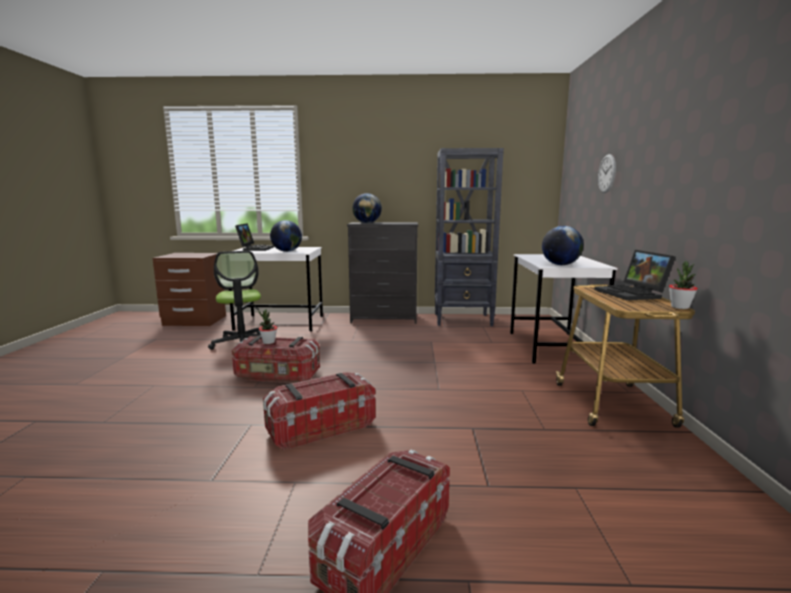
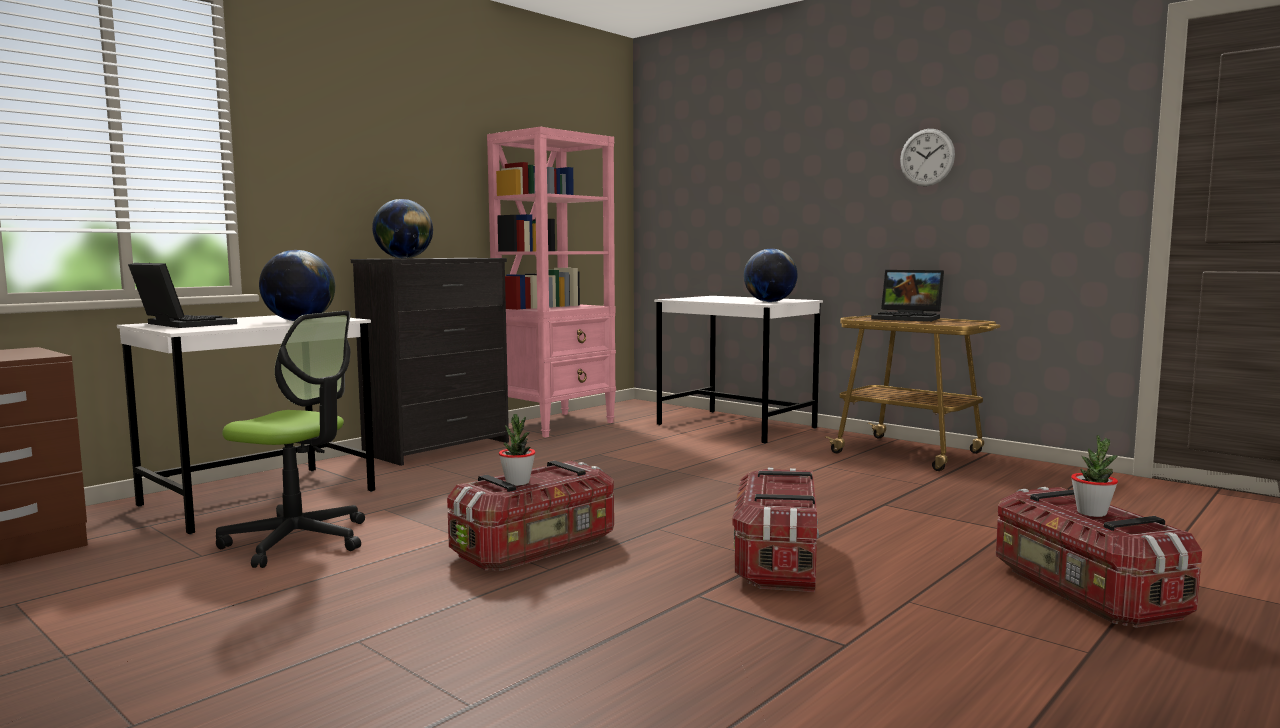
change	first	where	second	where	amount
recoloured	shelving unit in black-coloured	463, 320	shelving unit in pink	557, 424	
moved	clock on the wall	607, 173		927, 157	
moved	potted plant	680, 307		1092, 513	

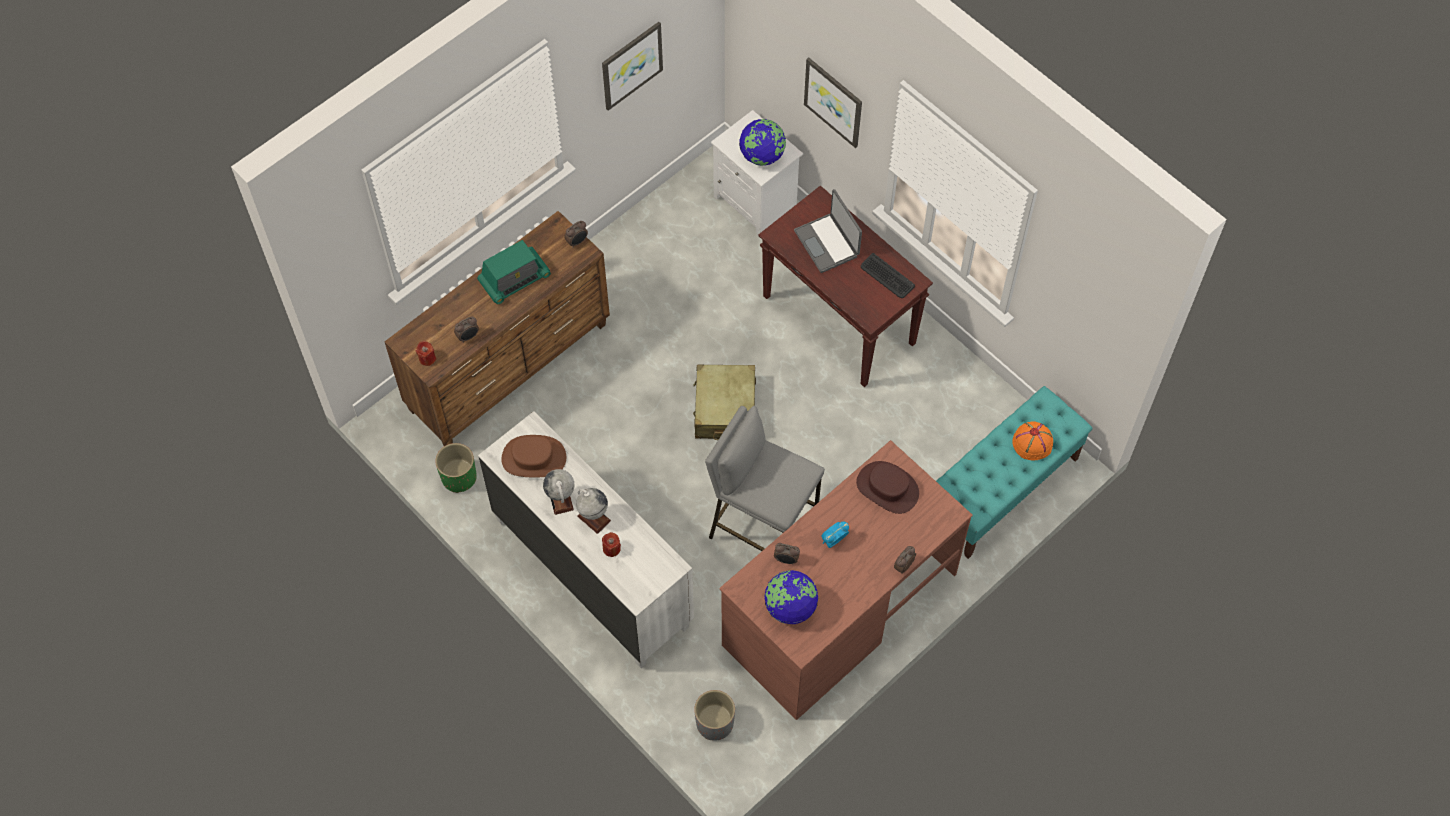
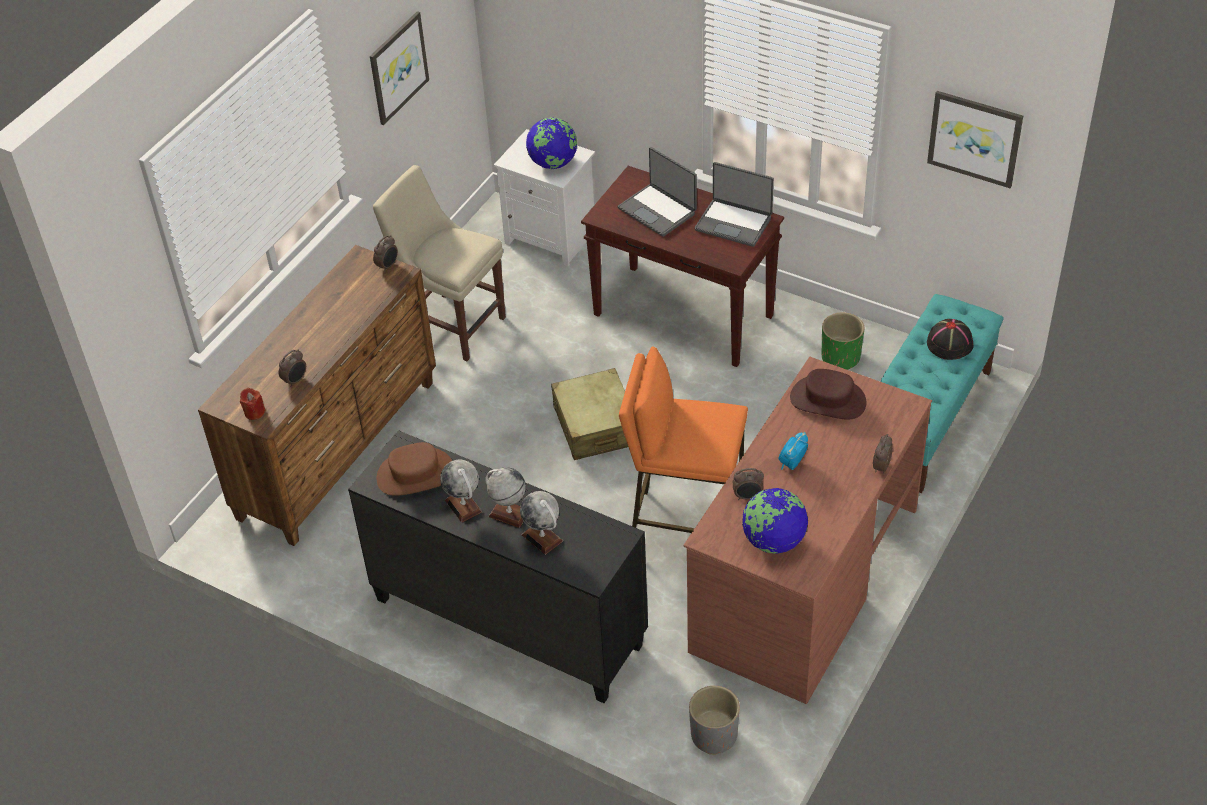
change	first	where	second	where	amount
moved	plant pot in greenish	459, 477		840, 357	
removed	radio set	514, 279			
recoloured	drawer chest in white-coloured	592, 571	drawer chest in black-coloured	508, 620	
replaced	candle in red-coloured	611, 549	globe	542, 538	
recoloured	stool in gray	762, 530	stool in orange	685, 527	
moved	wall picture	834, 101		975, 138	
replaced	keyboard	887, 276	notebook computer	734, 223	
recoloured	wearable hat in orange	1033, 442	wearable hat in black-coloured	950, 343	
added			chair in beige-coloured	451, 324	

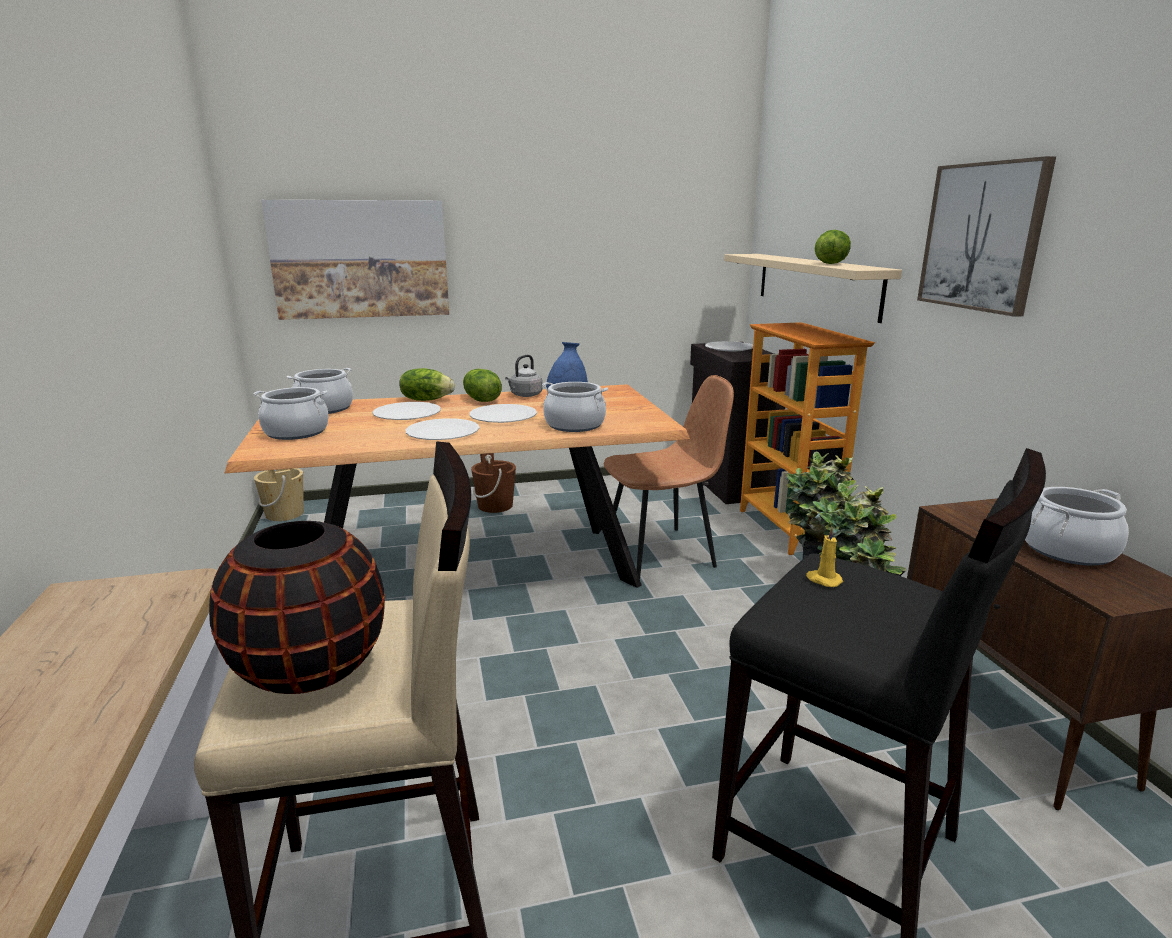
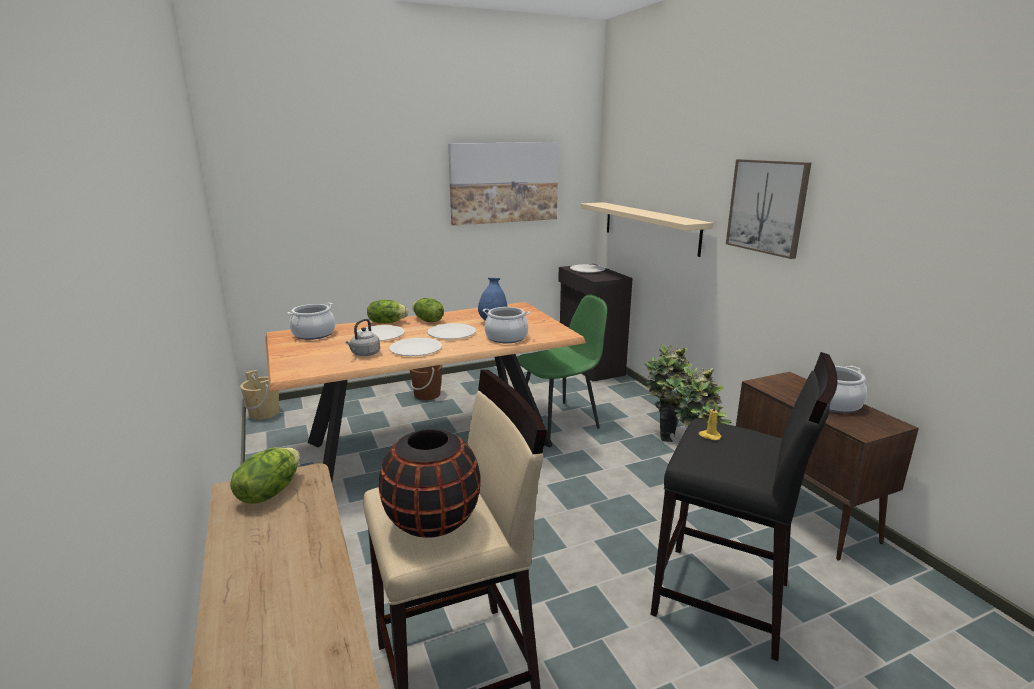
change	first	where	second	where	amount
removed	stockpot	296, 432			
moved	wall picture	360, 259		504, 183	
moved	tea kettle in gray	525, 395		364, 354	
recoloured	chair in brownish	661, 552	chair in greenish	559, 420	
removed	shelving unit	788, 529			
moved	head of lettuce	830, 263		269, 492	

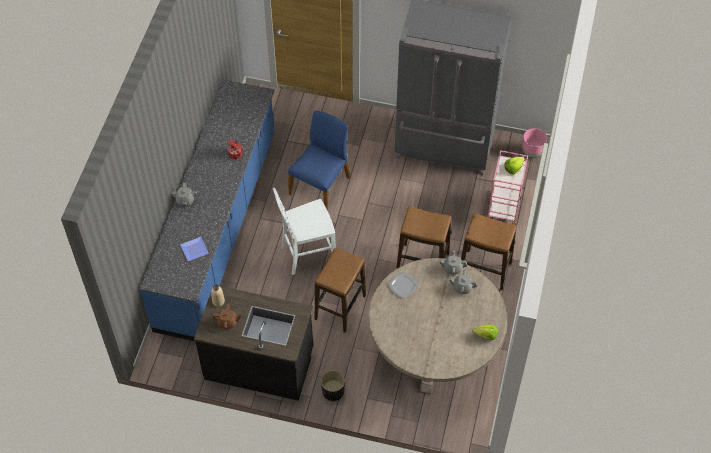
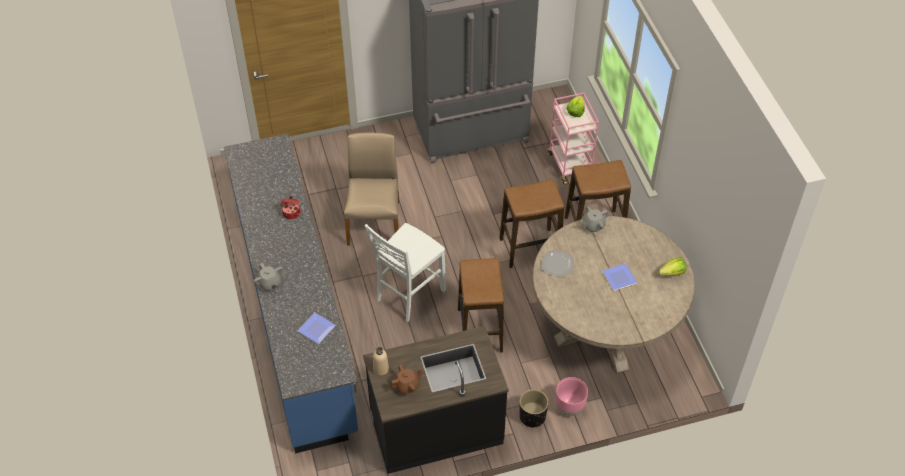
change	first	where	second	where	amount
recoloured	chair in blue	320, 185	chair in beige-coloured	374, 222	
removed	tea pot in gray	462, 288			
moved	plant pot in pink	532, 151		570, 407	
added			flat dish	620, 277	

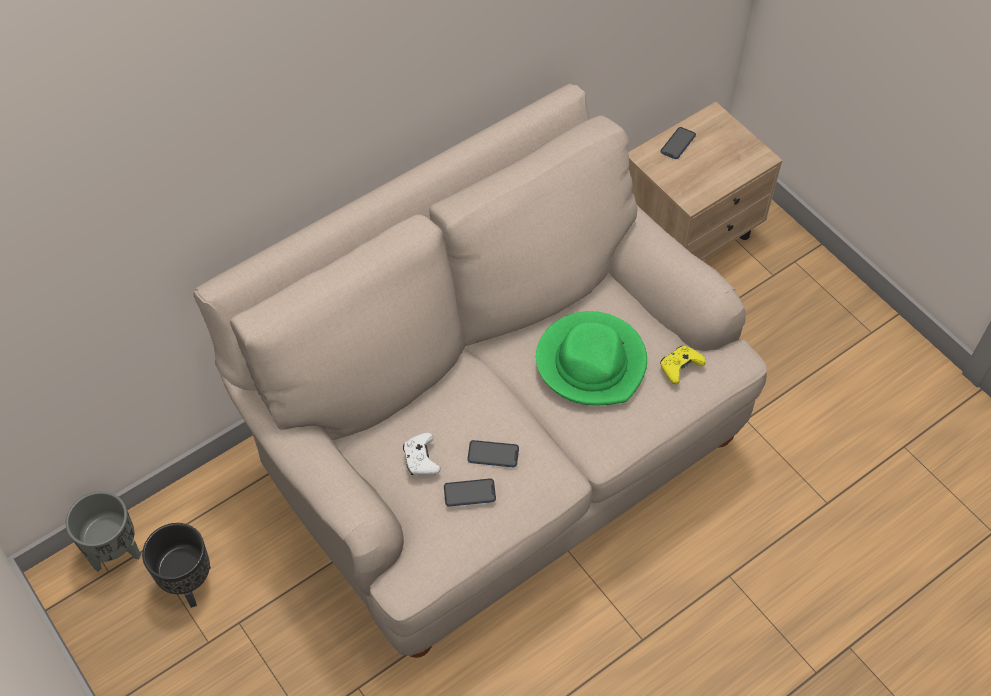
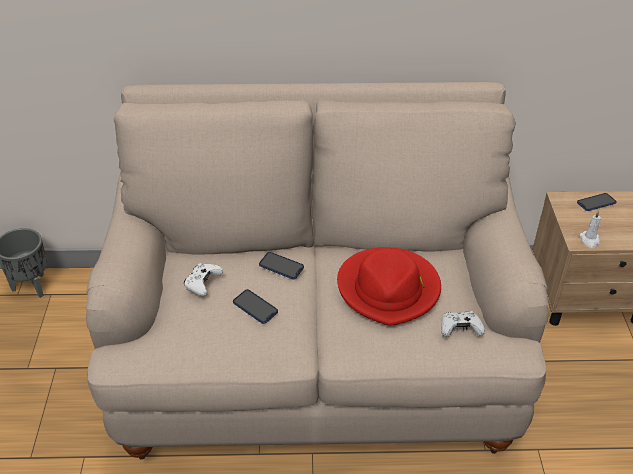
change	first	where	second	where	amount
removed	plant pot in black-coloured	188, 583			
moved	telephone	469, 493		281, 266	
recoloured	wearable hat in greenish	592, 362	wearable hat in red-coloured	389, 289	
recoloured	game controller in yellow	680, 368	game controller in white-coloured	460, 329	
added			candle in white-coloured	589, 240	

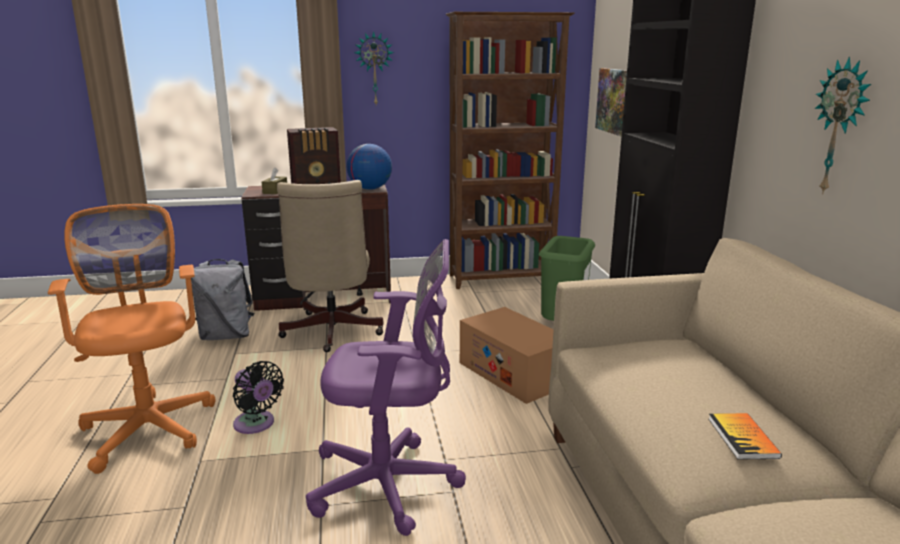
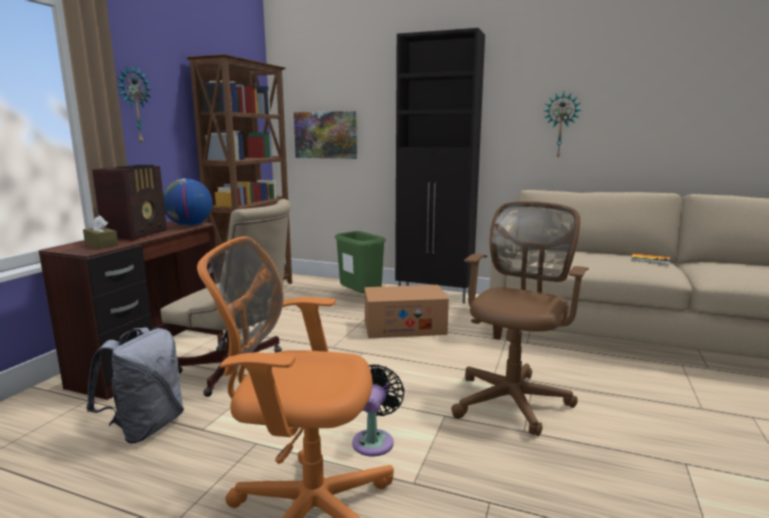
change	first	where	second	where	amount
turned	fan in black-coloured	256, 424		374, 440	60 degrees counterclockwise
recoloured	office chair in purplish	390, 485	office chair in brownish	513, 399	

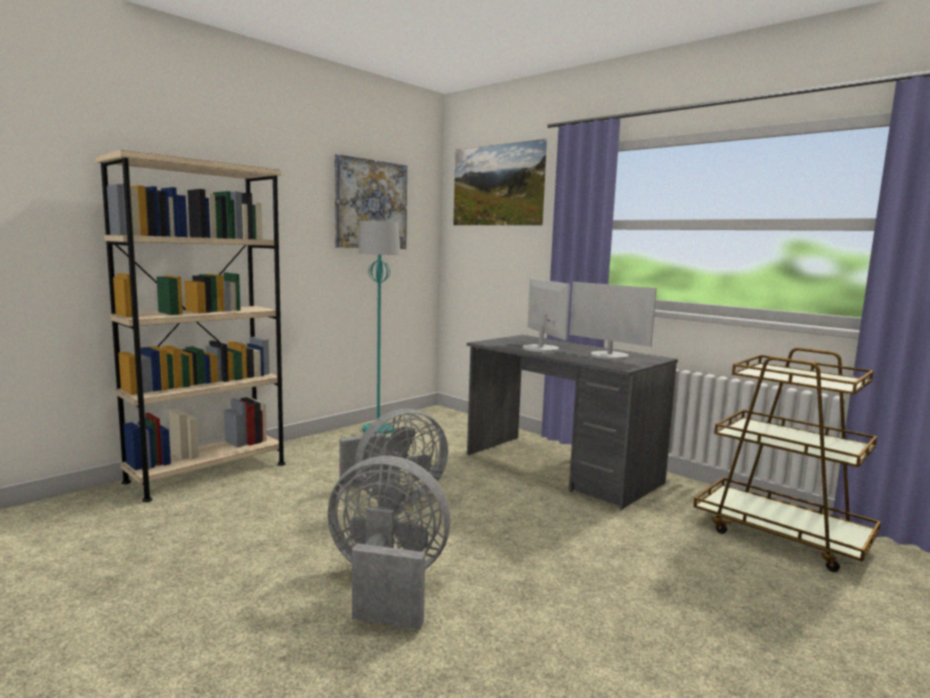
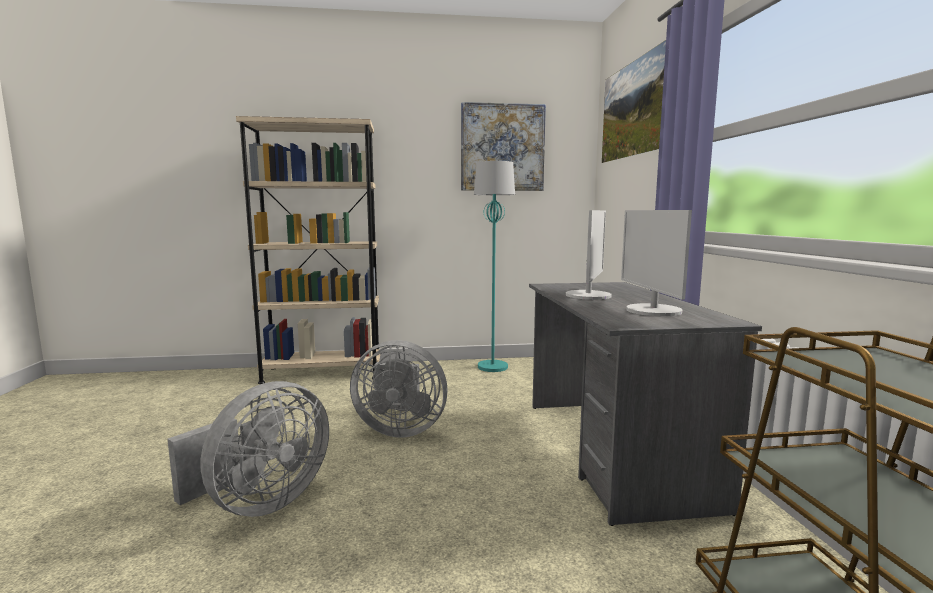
change	first	where	second	where	amount
turned	fan in gray	387, 585		260, 503	75 degrees clockwise

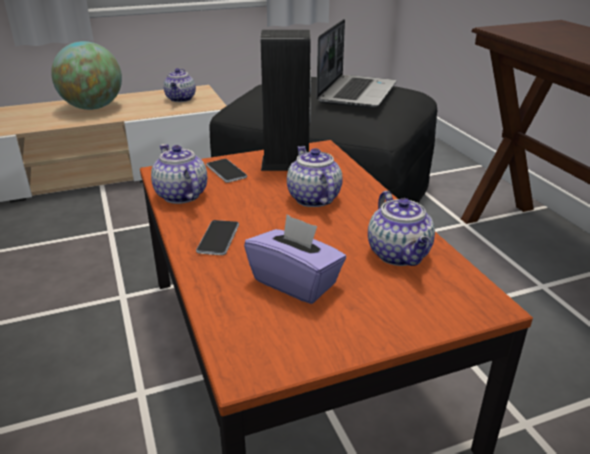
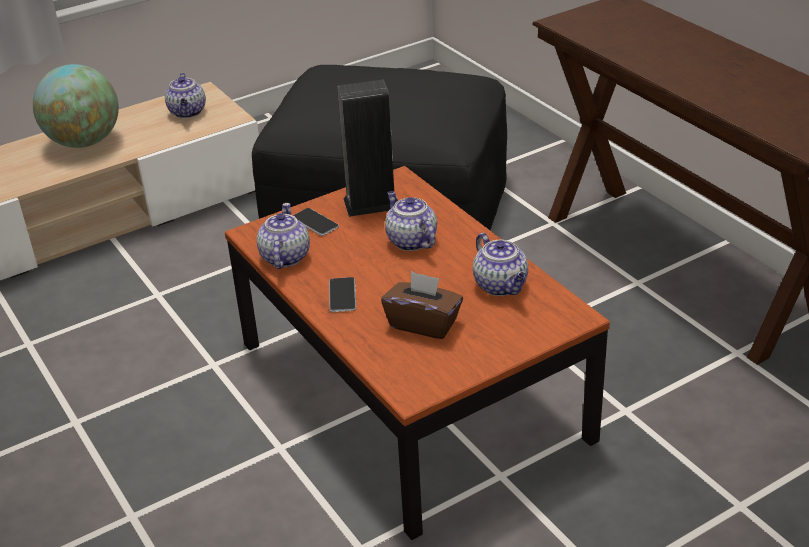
change	first	where	second	where	amount
turned	tea pot	180, 195		284, 257	45 degrees clockwise
recoloured	tissue box in purplish	295, 282	tissue box in brownish	423, 323	
removed	notebook computer	356, 93			

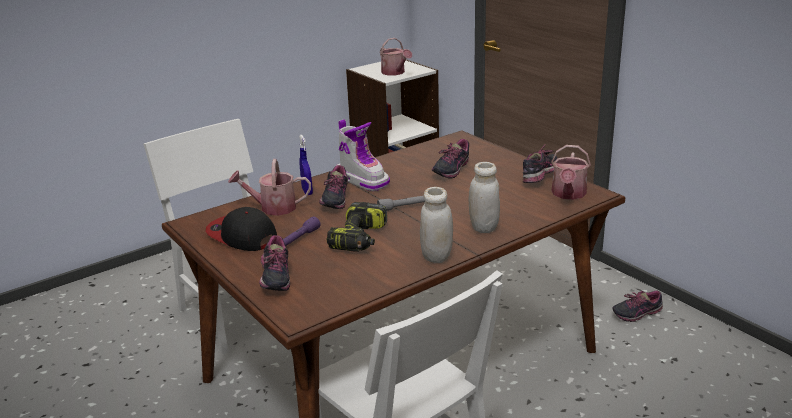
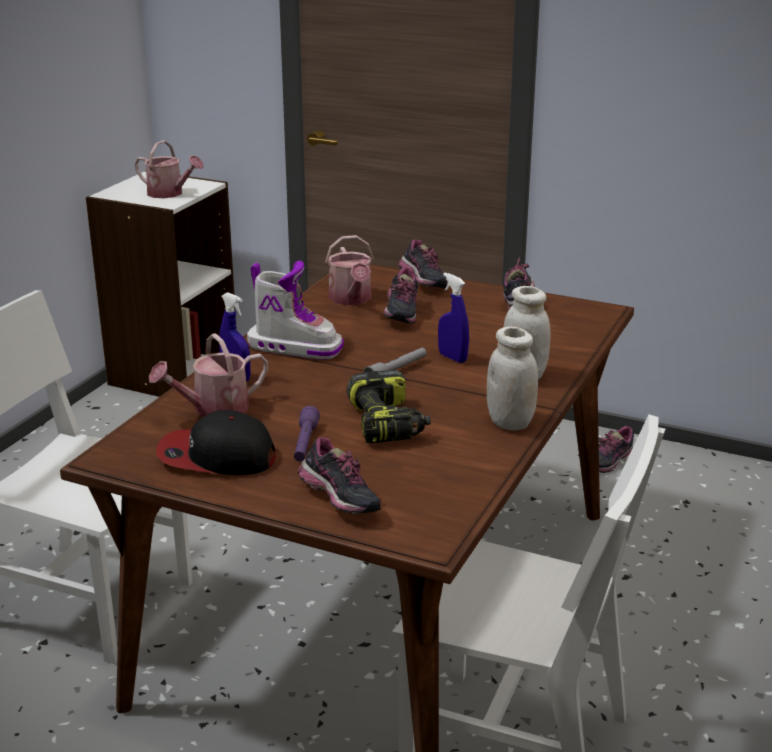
change	first	where	second	where	amount
moved	low shoe	334, 201		422, 283	
moved	watering pot	568, 194		351, 299	
added			spray bottle in blue	452, 358	

